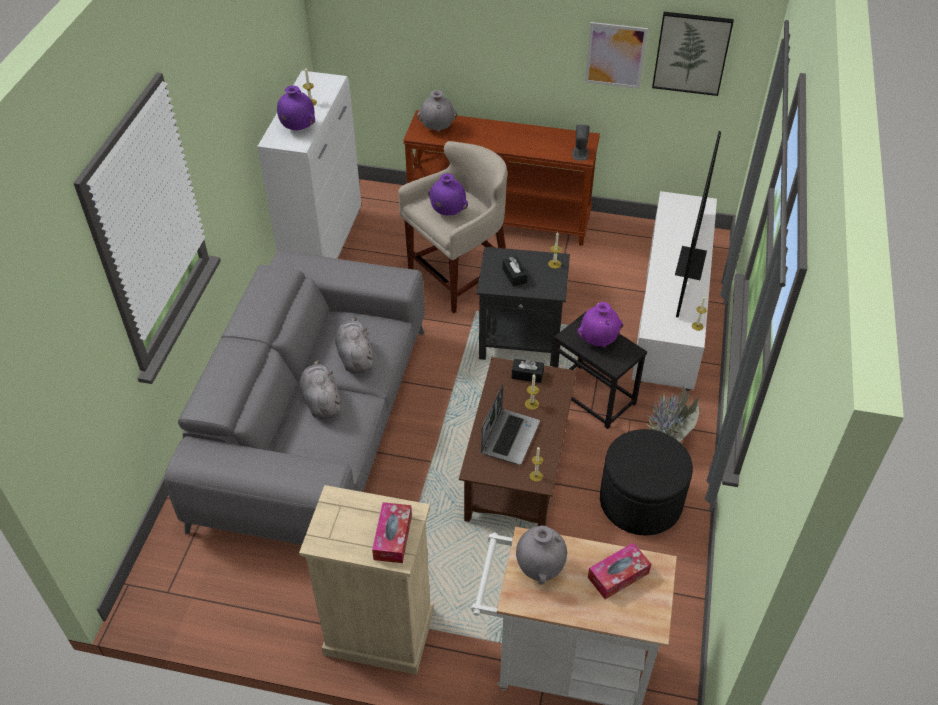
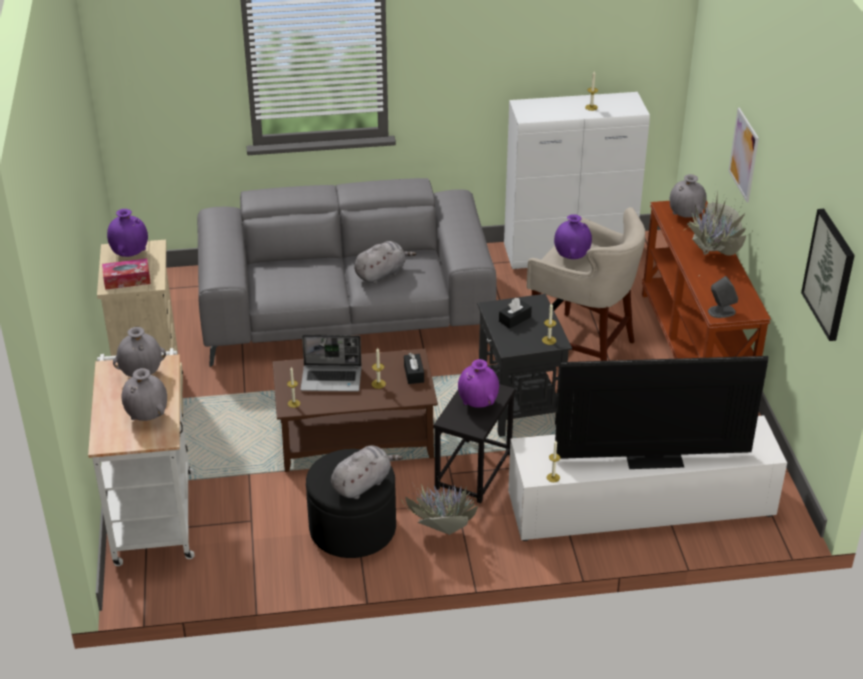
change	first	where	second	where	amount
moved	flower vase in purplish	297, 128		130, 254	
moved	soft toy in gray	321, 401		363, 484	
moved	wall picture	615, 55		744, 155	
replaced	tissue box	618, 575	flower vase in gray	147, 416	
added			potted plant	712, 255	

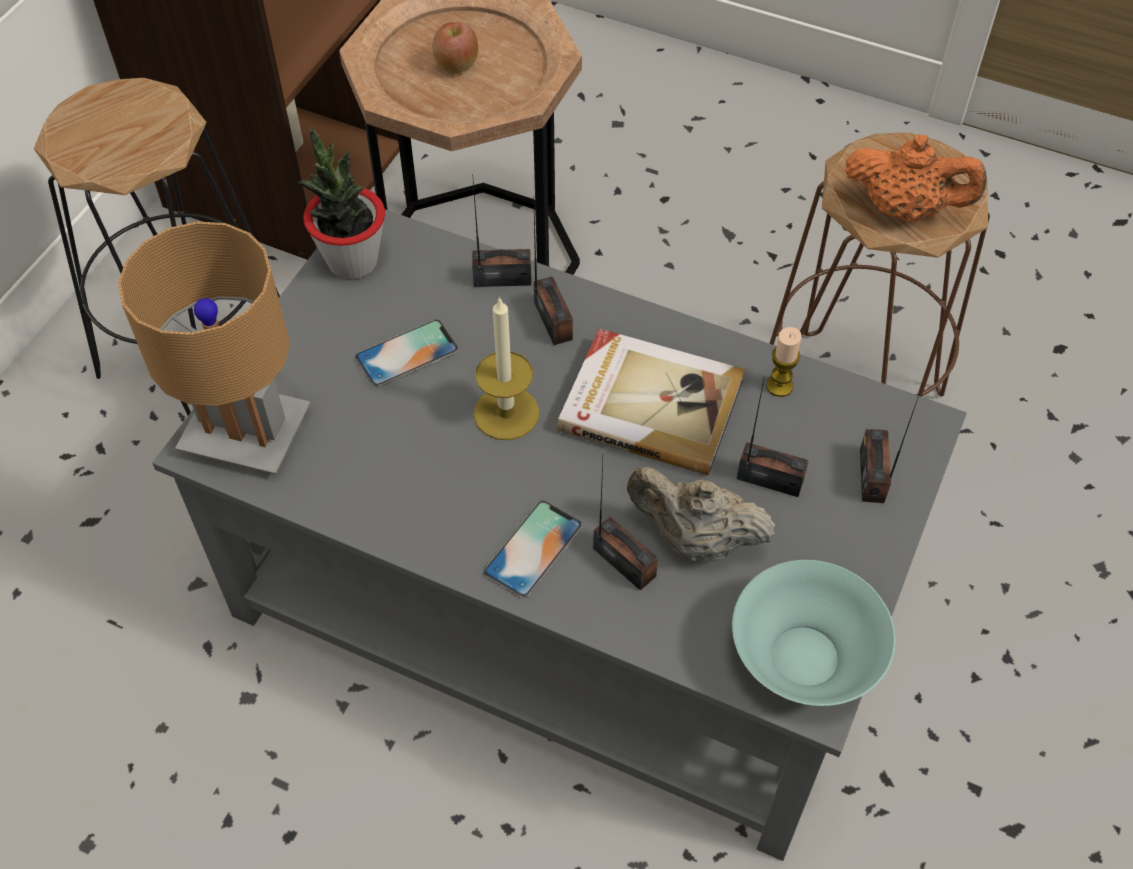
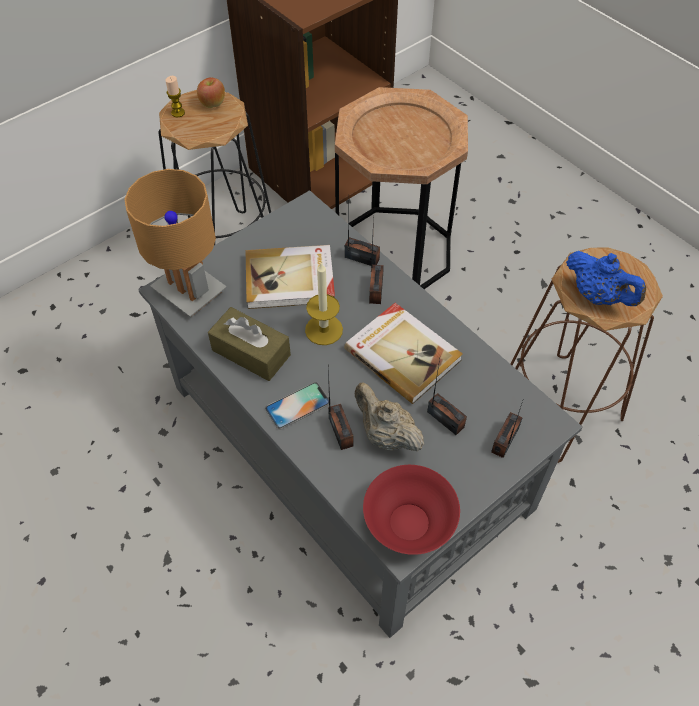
change	first	where	second	where	amount
removed	potted plant	352, 261			
replaced	telephone	407, 353	volume	290, 280	
moved	whole apple	456, 66		212, 104	
recoloured	deep dish in turquoise-coloured	803, 656	deep dish in red-coloured	408, 521	
moved	candle	779, 386		178, 113	
recoloured	tea pot in orange	904, 210	tea pot in blue	598, 296	
added			tissue box in brownish	251, 352	

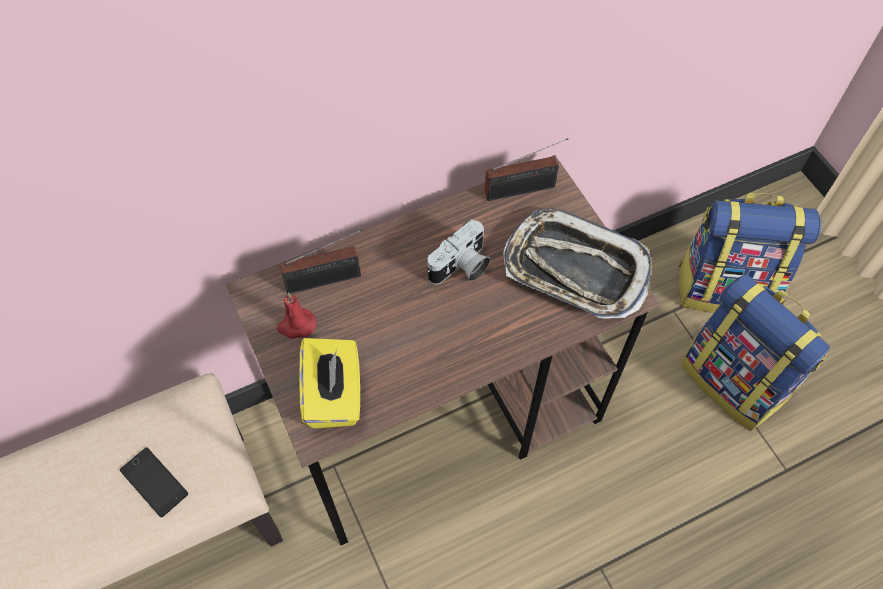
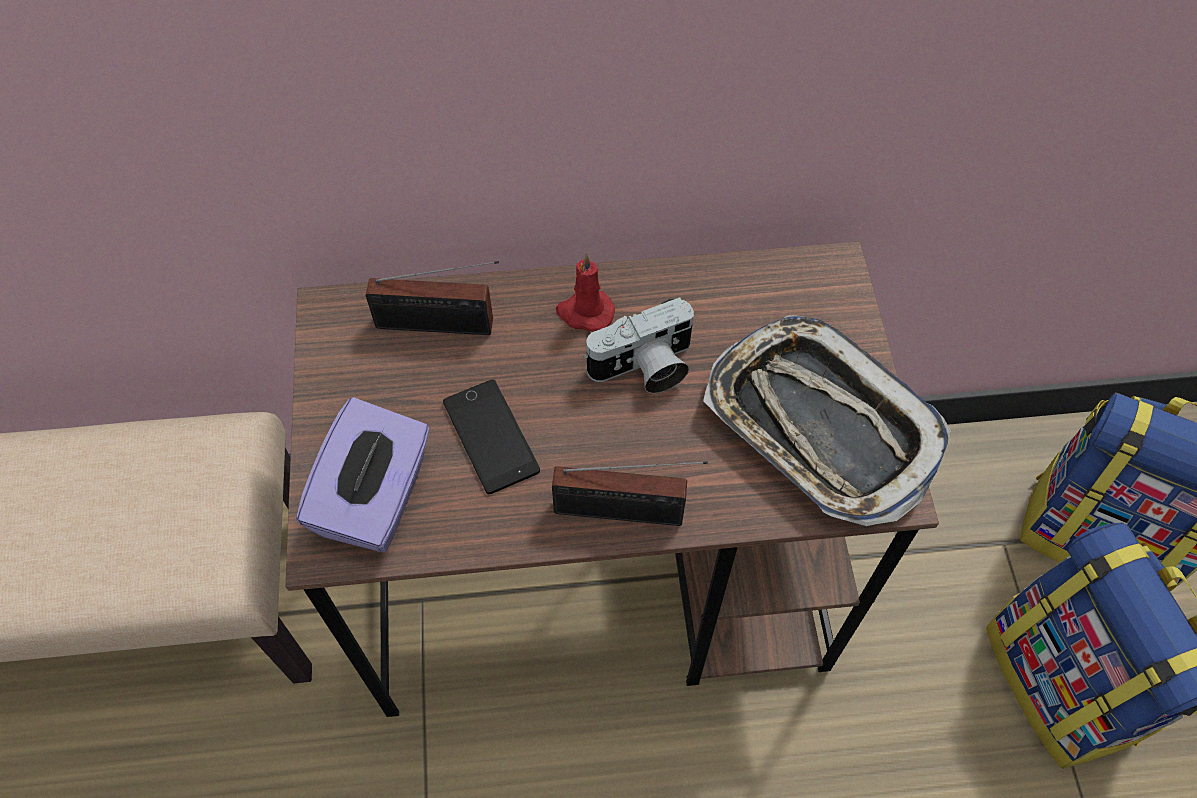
change	first	where	second	where	amount
moved	telephone	154, 482		491, 436	
moved	candle in red-coloured	296, 325		584, 312	
recoloured	tissue box in yellow	334, 395	tissue box in purplish	376, 498	
moved	radio set	524, 189		626, 512	

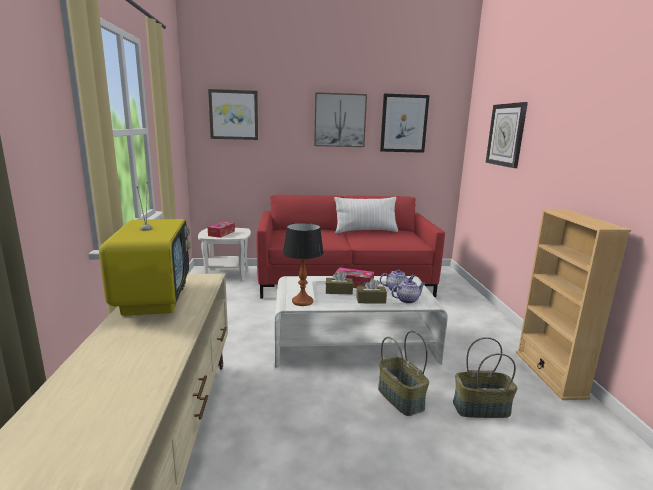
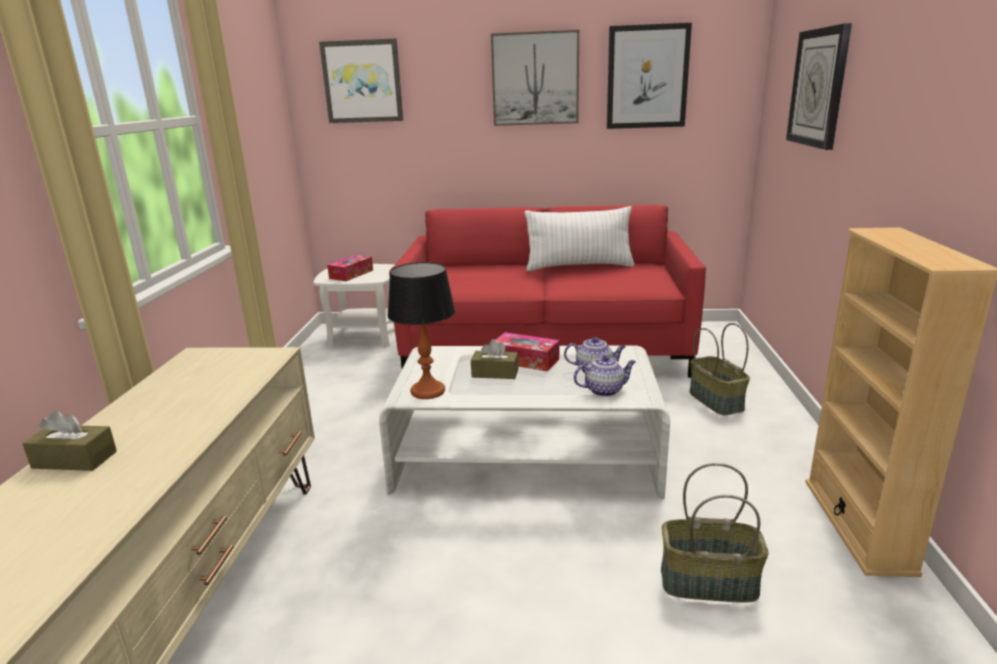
change	first	where	second	where	amount
removed	TV set	154, 299			
moved	tissue box in brownish	370, 300		74, 460	
moved	household basket	401, 398		717, 401	

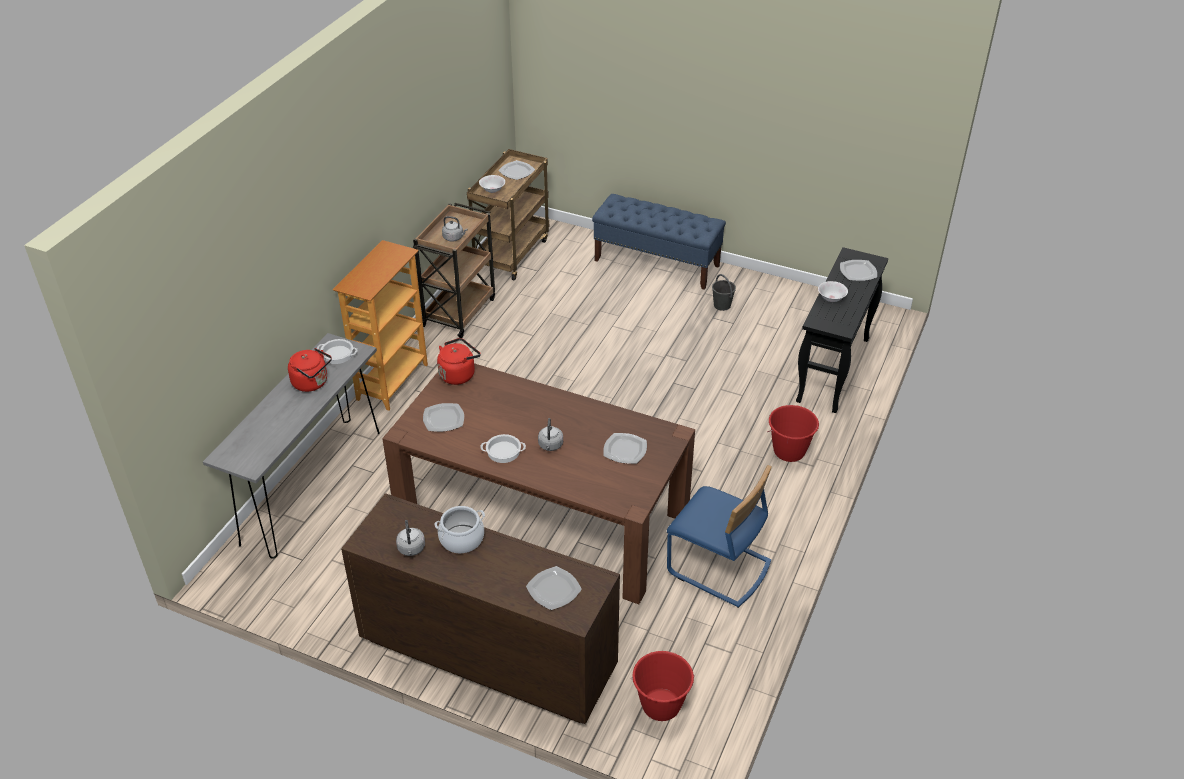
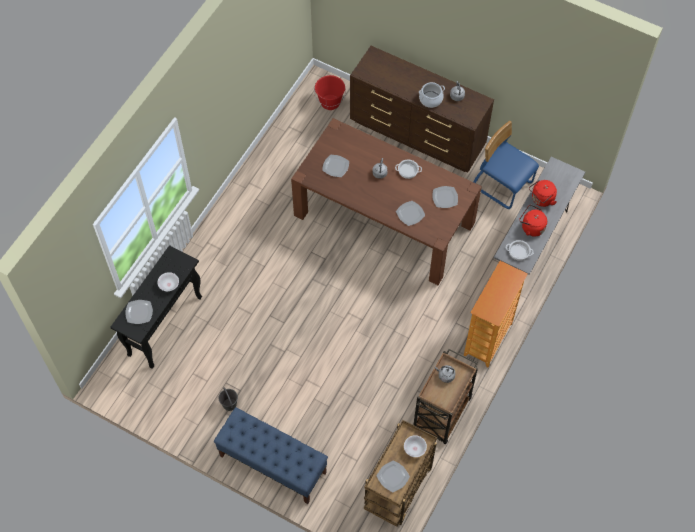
change	first	where	second	where	amount
moved	tea kettle in red-coloured	458, 374		541, 199	
moved	flat dish	553, 590		410, 213	
moved	chair in blue	718, 568		502, 184	
removed	pail in red-coloured	789, 451			

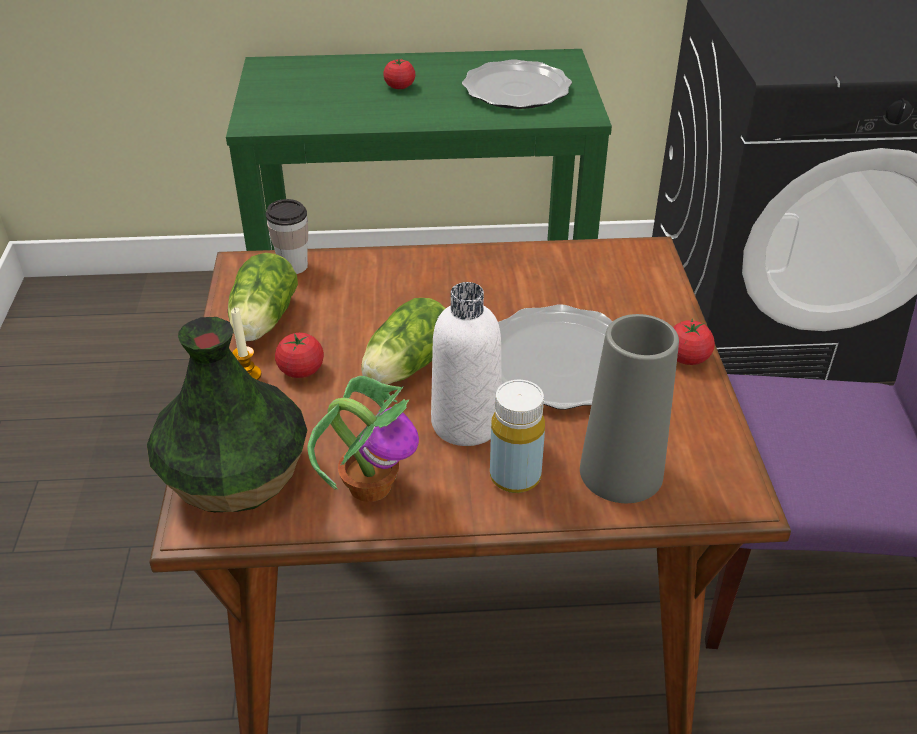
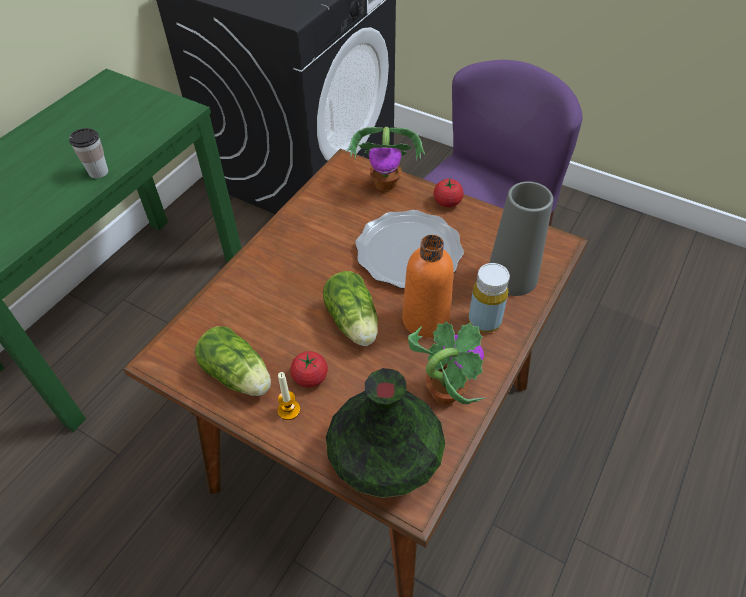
change	first	where	second	where	amount
moved	cup	293, 266		98, 172	
removed	whole tomato	399, 86			
recoloured	beverage bottle in white-coloured	466, 423	beverage bottle in orange	425, 319	
removed	flat dish	516, 89			
added			potted plant	386, 183	

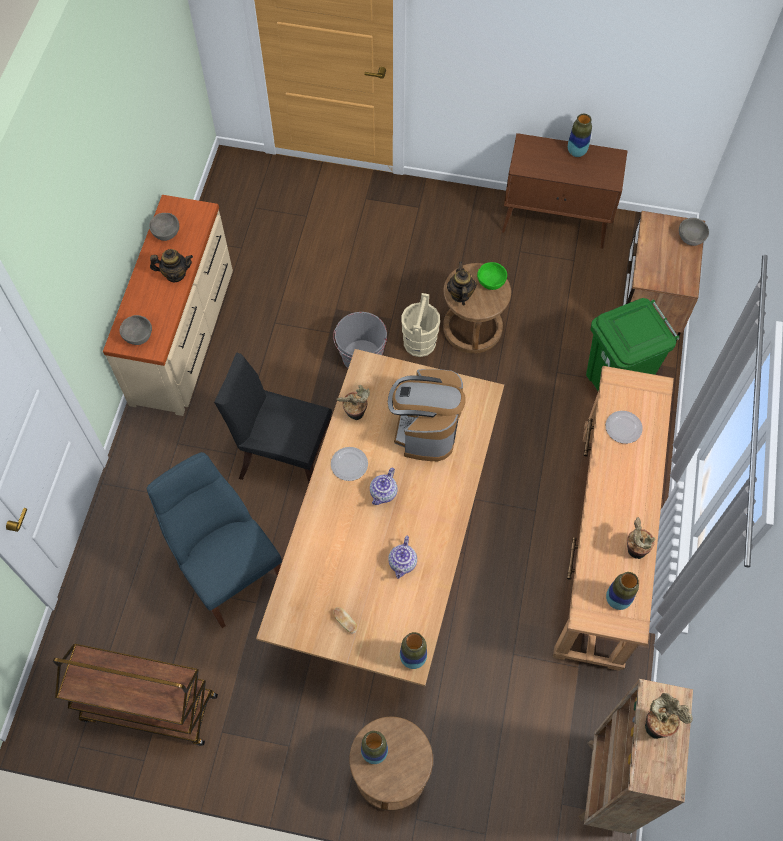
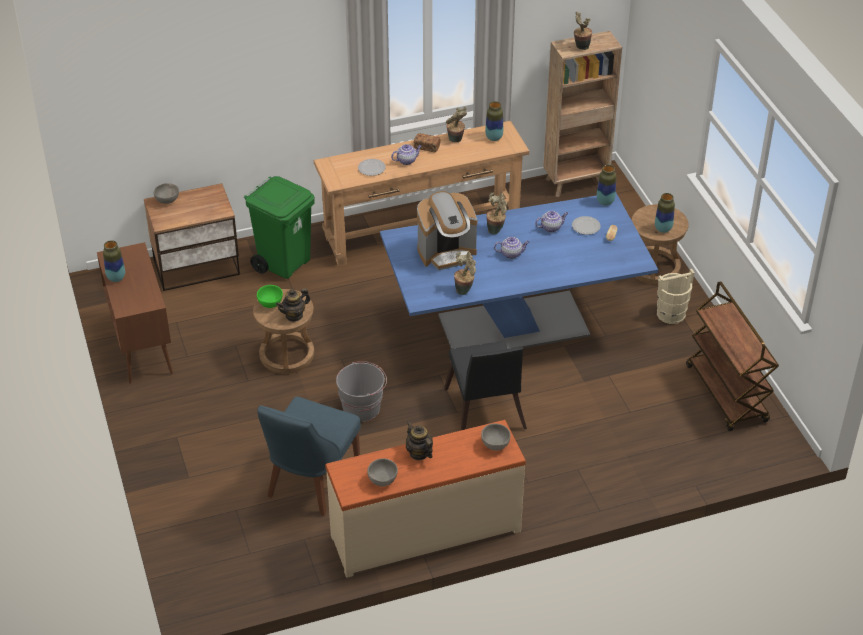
change	first	where	second	where	amount
moved	chair in blue	227, 567		310, 482	
recoloured	dinner table in beige-coloured	387, 551	dinner table in blue	513, 326	
moved	flat dish	349, 464		585, 226	
moved	pail in beige-coloured	419, 343		671, 314	
added			tea pot	407, 160	
added			bakery bread	426, 147	
added			potted plant	496, 229	

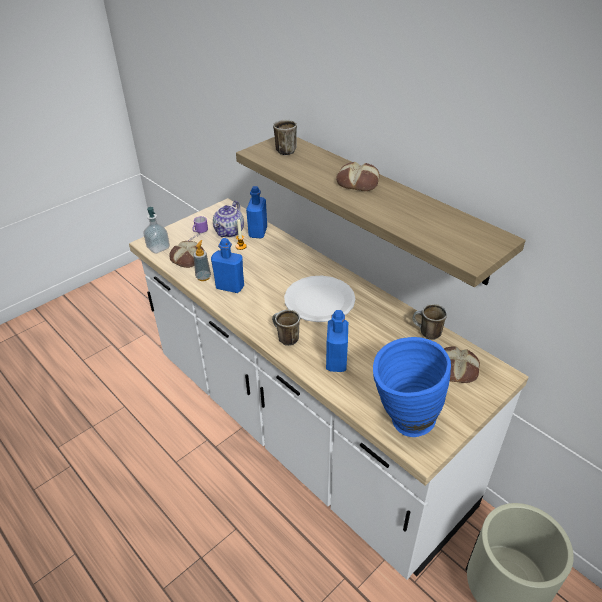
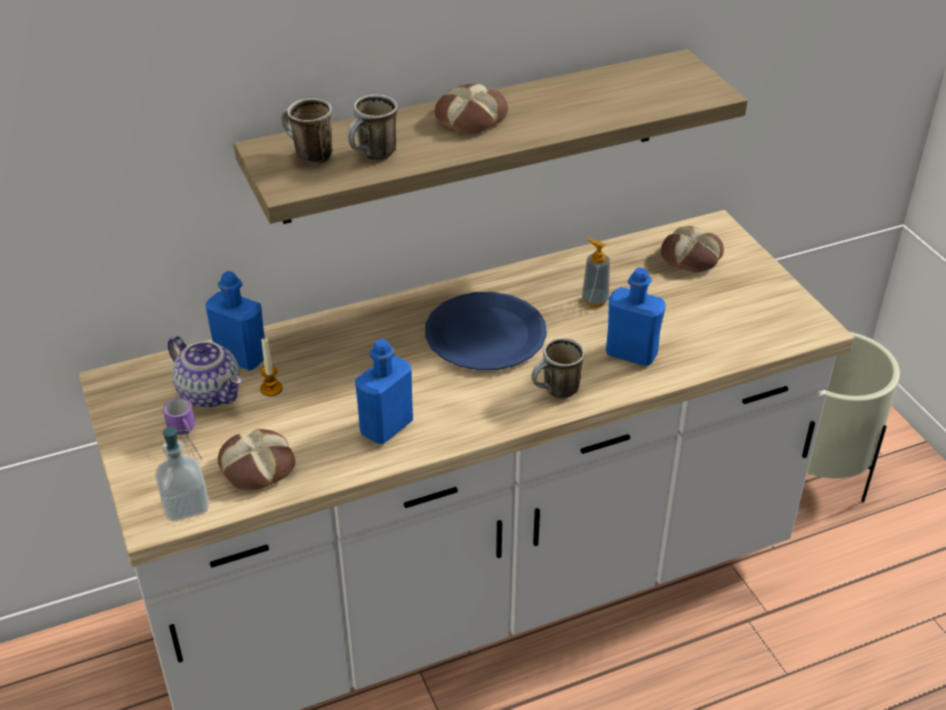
change	first	where	second	where	amount
moved	soap dispenser	203, 277		594, 300	
recoloured	flat dish in white-coloured	319, 300	flat dish in blue	485, 334	
removed	flower vase in blue	402, 421			
moved	tea mug	426, 334		374, 156	

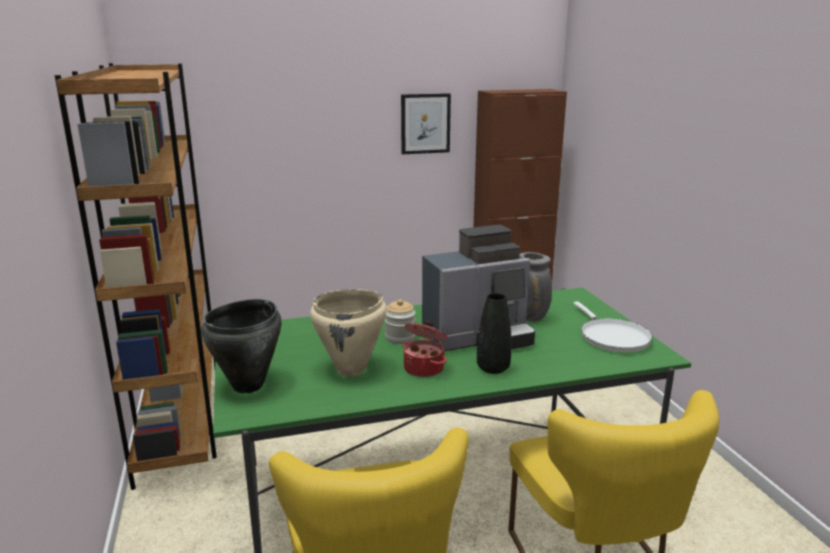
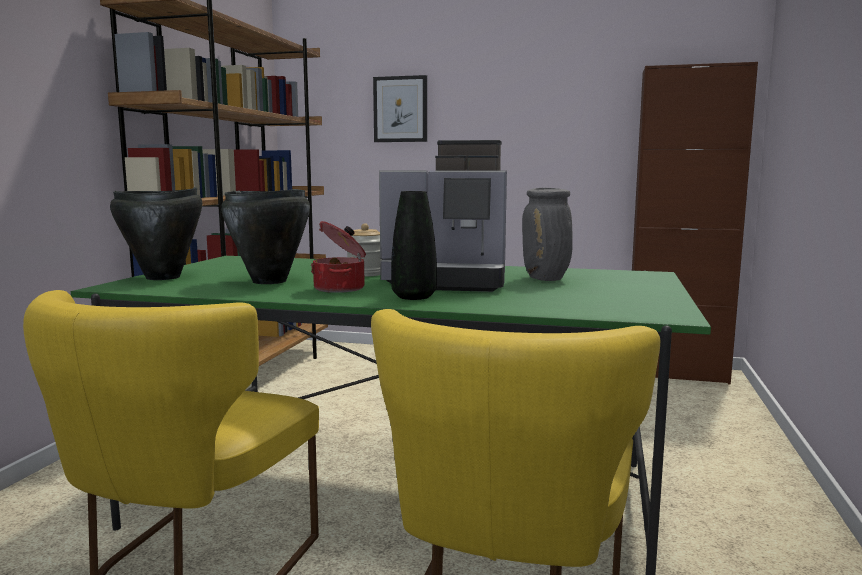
change	first	where	second	where	amount
recoloured	stockpot in beige-coloured	351, 370	stockpot in black-coloured	269, 281	
moved	wall picture	425, 123		400, 109	
removed	skillet in white-coloured	611, 337			

